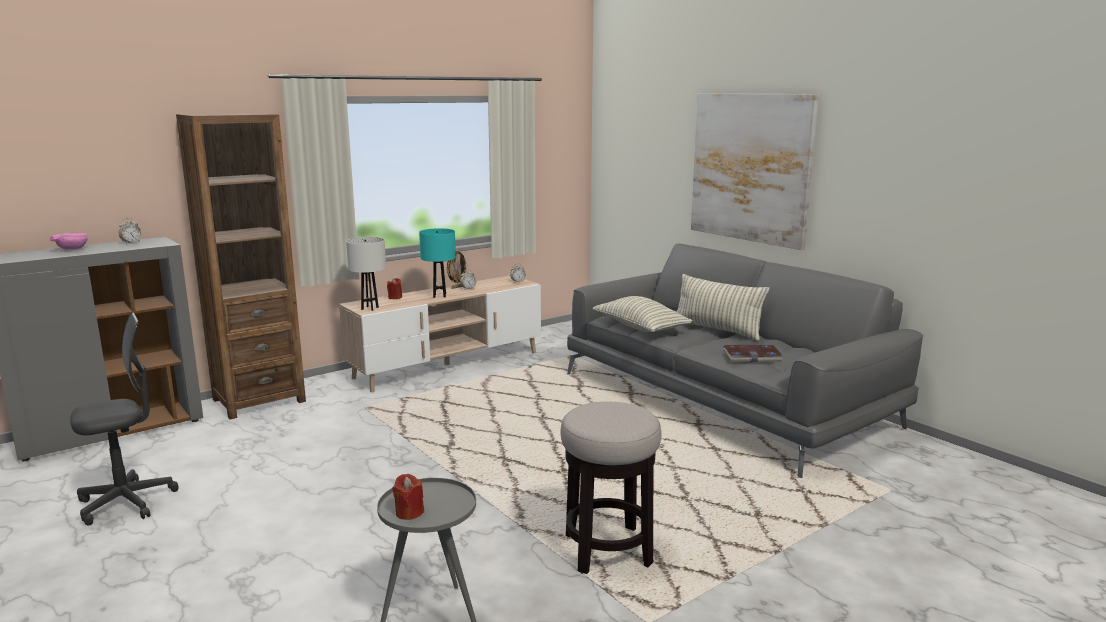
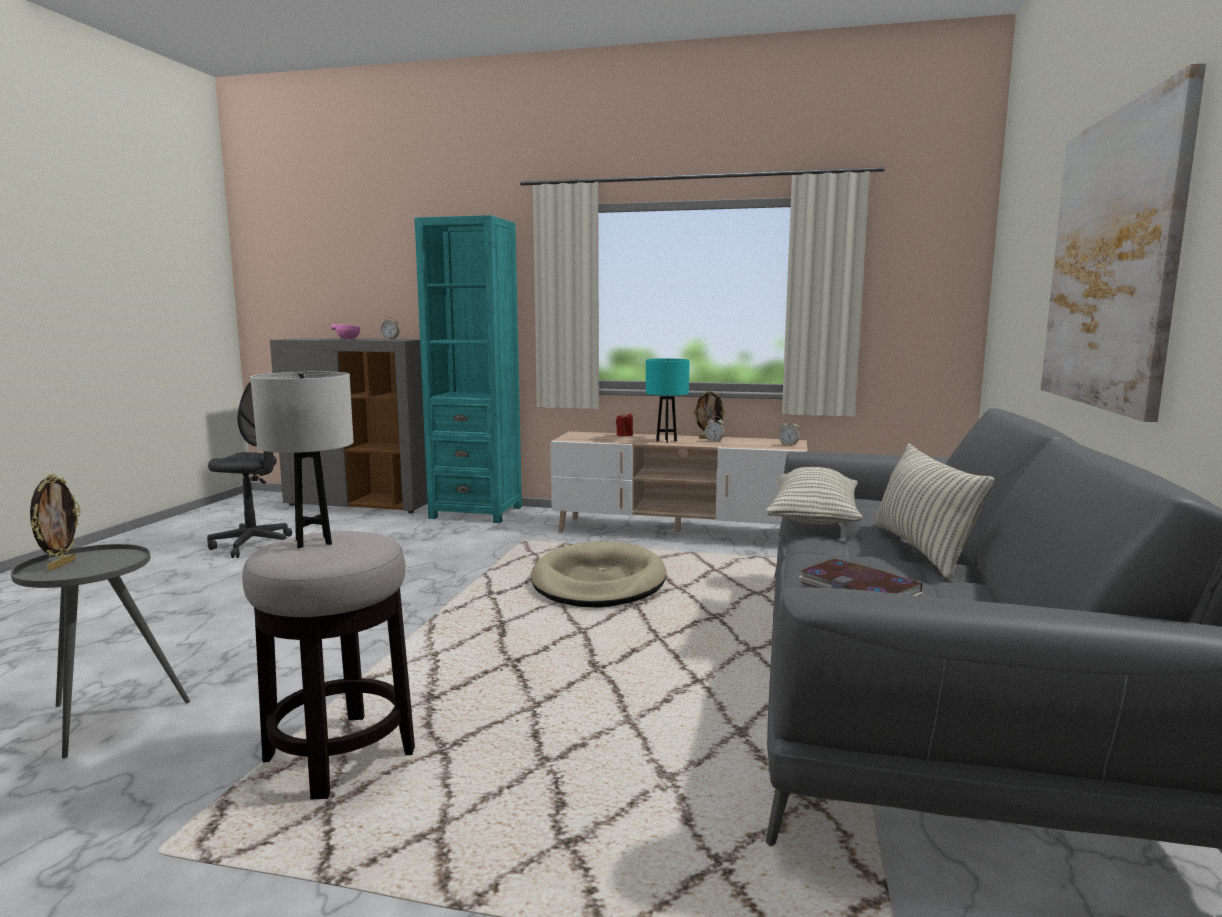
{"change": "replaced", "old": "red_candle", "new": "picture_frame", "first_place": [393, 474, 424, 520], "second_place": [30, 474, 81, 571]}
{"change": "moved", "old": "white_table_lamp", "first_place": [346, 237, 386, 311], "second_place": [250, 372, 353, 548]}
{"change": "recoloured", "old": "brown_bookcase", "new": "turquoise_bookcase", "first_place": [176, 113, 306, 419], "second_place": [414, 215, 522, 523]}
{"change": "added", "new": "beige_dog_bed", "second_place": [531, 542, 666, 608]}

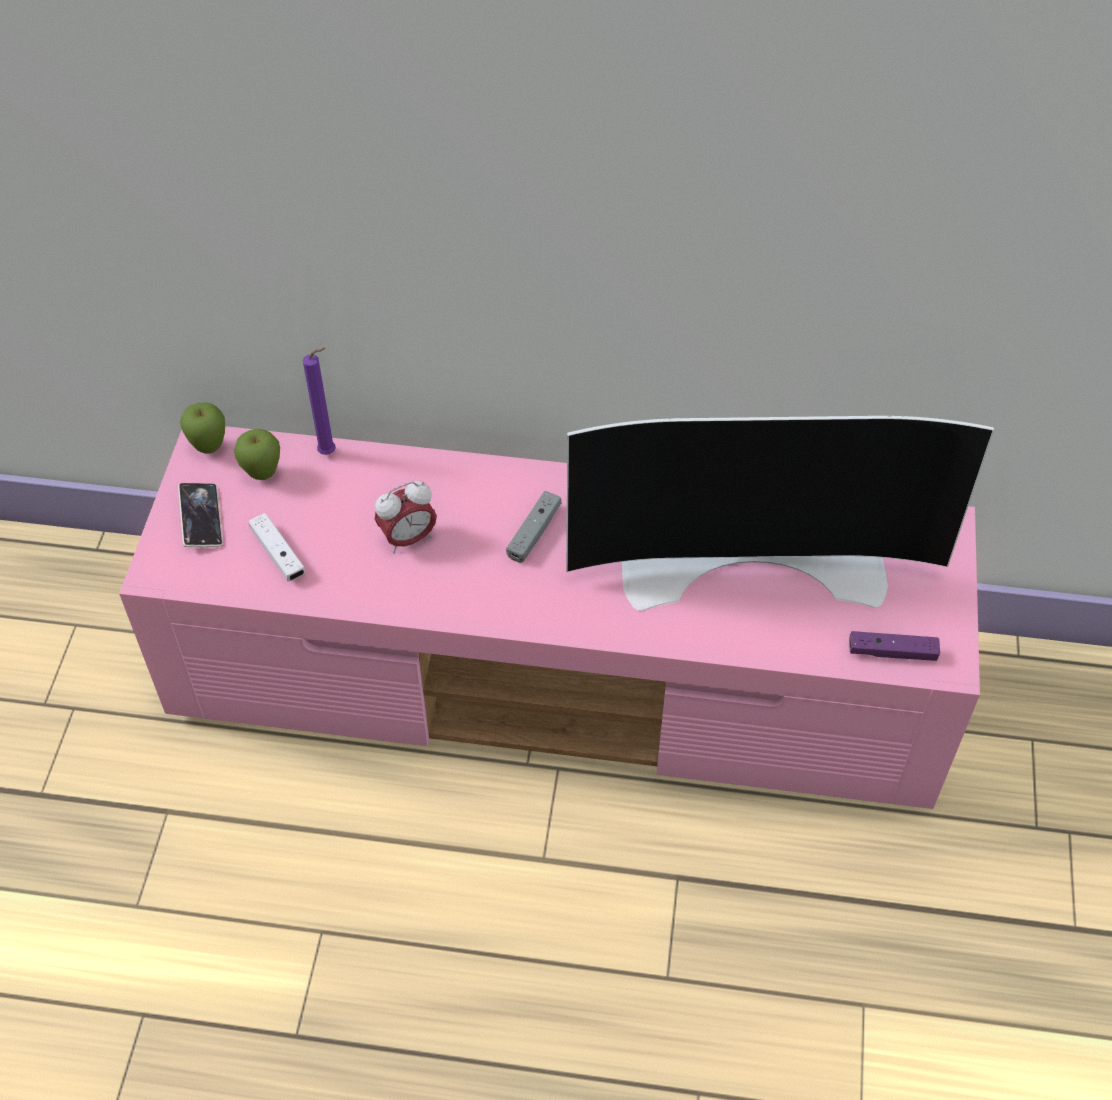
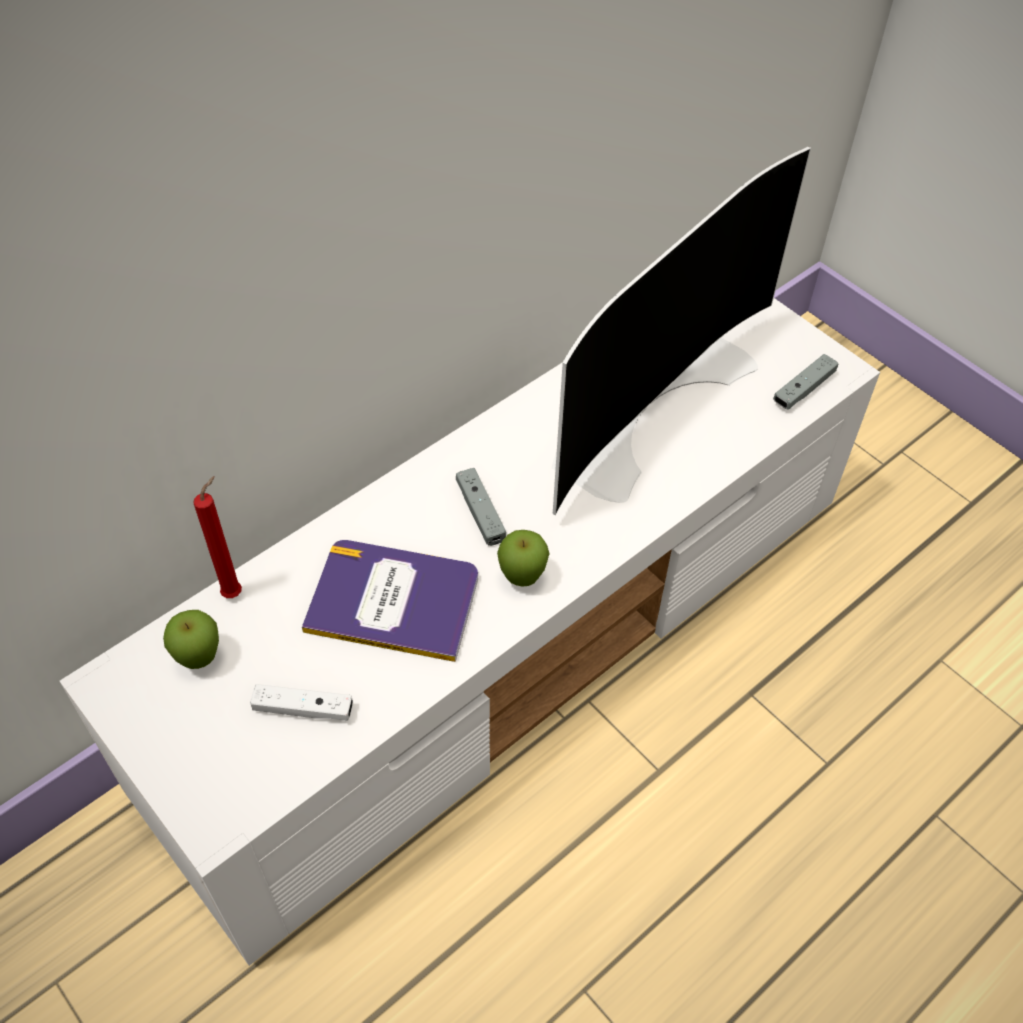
{"change": "recoloured", "old": "pink_tv_stand", "new": "white_tv_stand", "first_place": [119, 426, 980, 809], "second_place": [60, 298, 880, 966]}
{"change": "recoloured", "old": "purple_candle", "new": "red_candle", "first_place": [303, 348, 336, 455], "second_place": [193, 476, 242, 598]}
{"change": "replaced", "old": "alarm_clock", "new": "book", "first_place": [375, 481, 437, 553], "second_place": [302, 540, 478, 662]}
{"change": "moved", "old": "apple", "first_place": [180, 403, 225, 454], "second_place": [497, 530, 550, 587]}
{"change": "recoloured", "old": "purple_game_controller", "new": "grey_game_controller", "first_place": [849, 631, 940, 661], "second_place": [773, 354, 839, 410]}
{"change": "removed", "old": "phone", "first_place": [178, 483, 223, 547]}

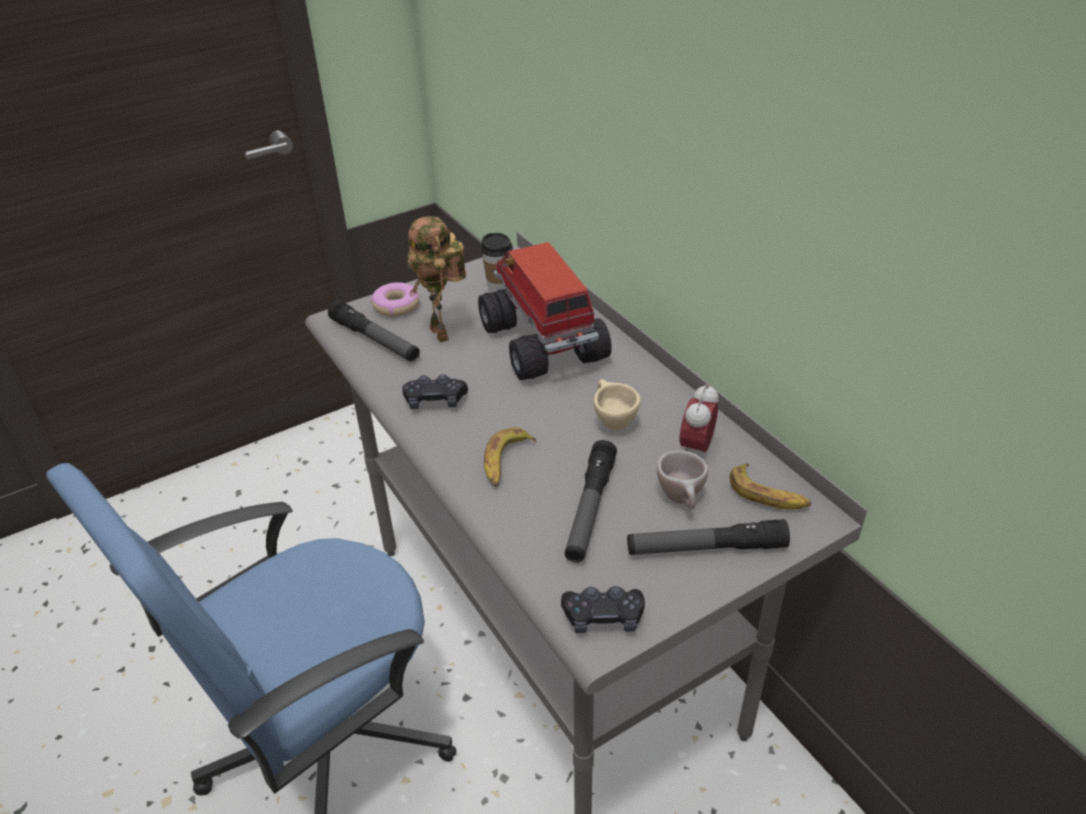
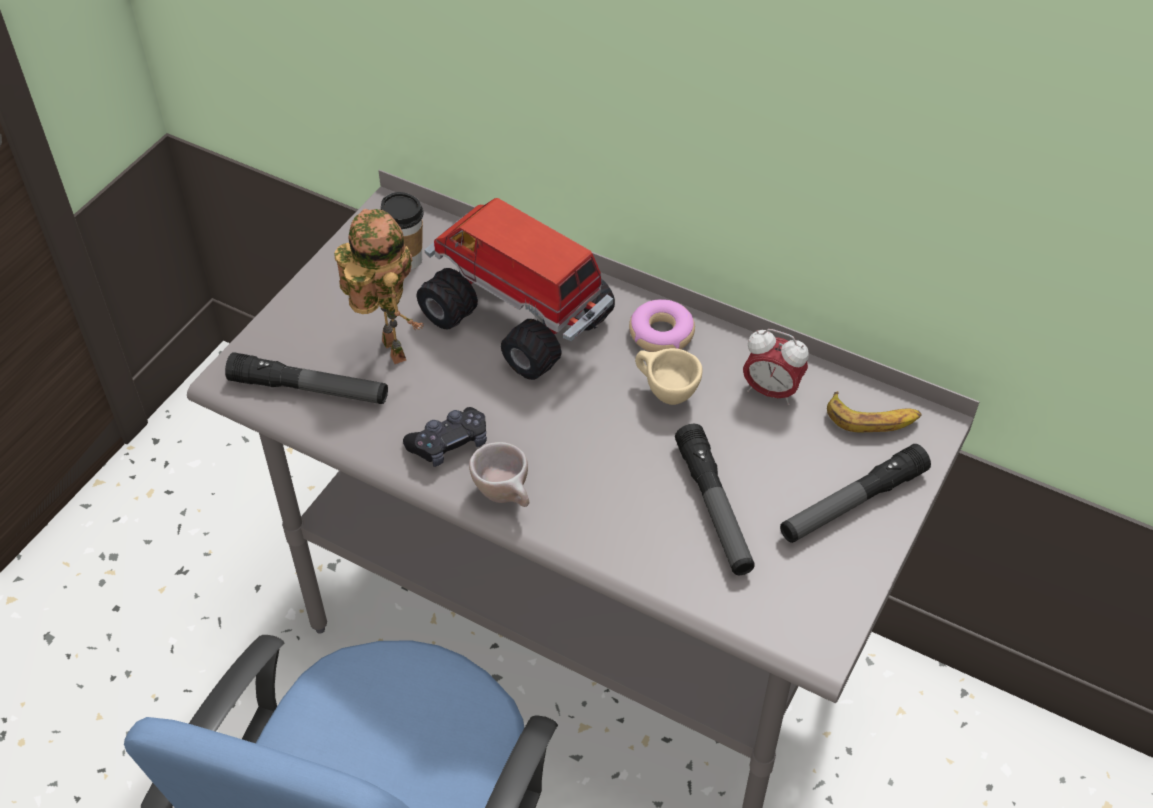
{"change": "turned", "old": "toy_robot", "first_place": [407, 216, 466, 343], "second_place": [334, 209, 424, 364], "degrees": -150}
{"change": "moved", "old": "beige_cup", "first_place": [657, 450, 708, 509], "second_place": [469, 442, 529, 507]}
{"change": "moved", "old": "donut", "first_place": [371, 282, 420, 317], "second_place": [629, 299, 695, 352]}
{"change": "turned", "old": "alarm_clock", "first_place": [679, 383, 718, 452], "second_place": [743, 329, 809, 405], "degrees": -60}
{"change": "removed", "old": "banana", "first_place": [484, 427, 536, 487]}
{"change": "removed", "old": "black_game_controller", "first_place": [561, 586, 645, 633]}

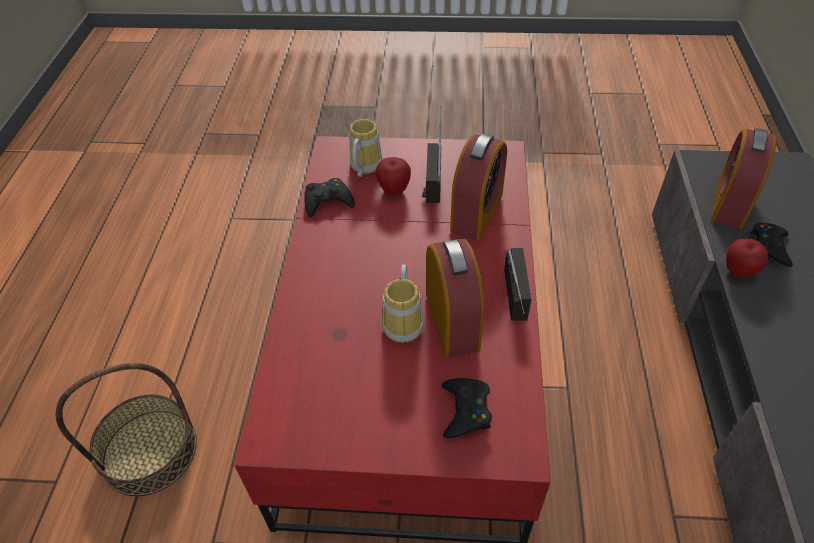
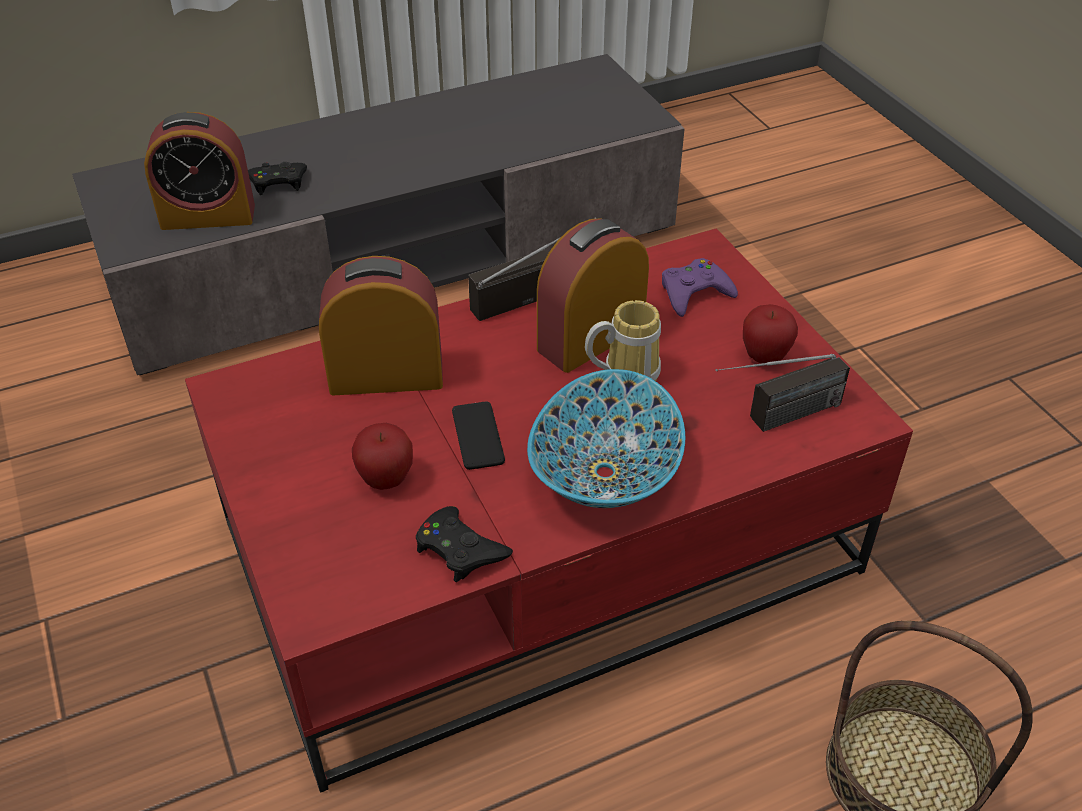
{"change": "added", "new": "phone", "second_place": [452, 402, 505, 470]}
{"change": "added", "new": "bowl", "second_place": [527, 369, 685, 508]}
{"change": "recoloured", "old": "black_game_controller", "new": "purple_game_controller", "first_place": [442, 378, 492, 438], "second_place": [662, 258, 738, 317]}
{"change": "moved", "old": "radio", "first_place": [422, 106, 441, 203], "second_place": [715, 354, 850, 432]}
{"change": "moved", "old": "apple", "first_place": [726, 239, 769, 278], "second_place": [743, 304, 798, 364]}
{"change": "removed", "old": "mug", "first_place": [349, 119, 383, 177]}

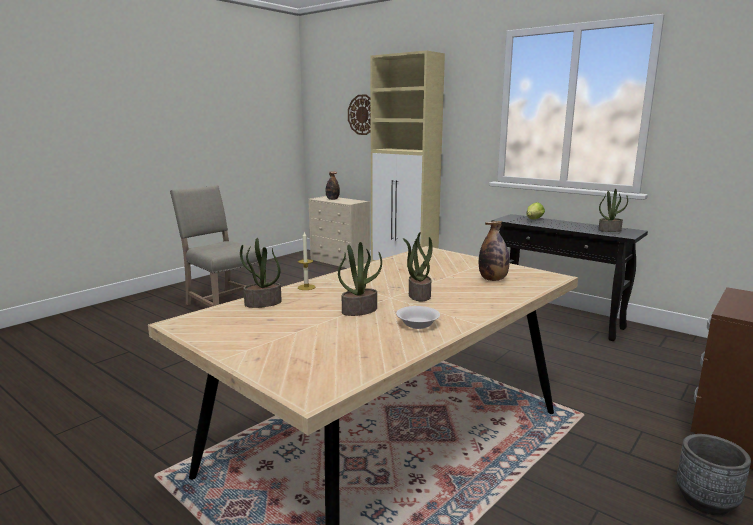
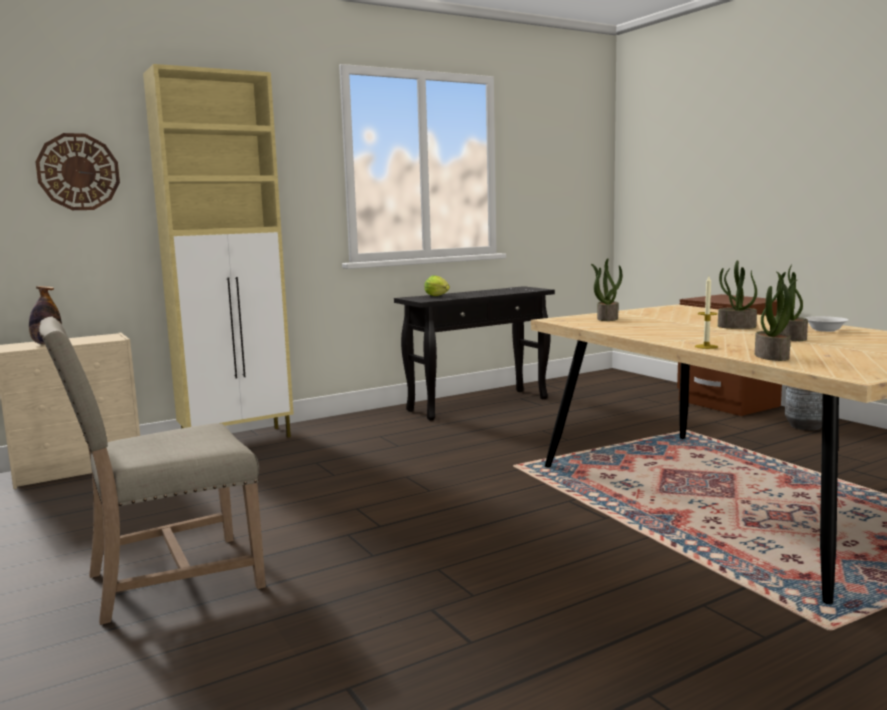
{"change": "moved", "old": "potted_plant", "first_place": [598, 189, 628, 232], "second_place": [591, 258, 622, 321]}
{"change": "removed", "old": "bottle", "first_place": [479, 221, 510, 281]}

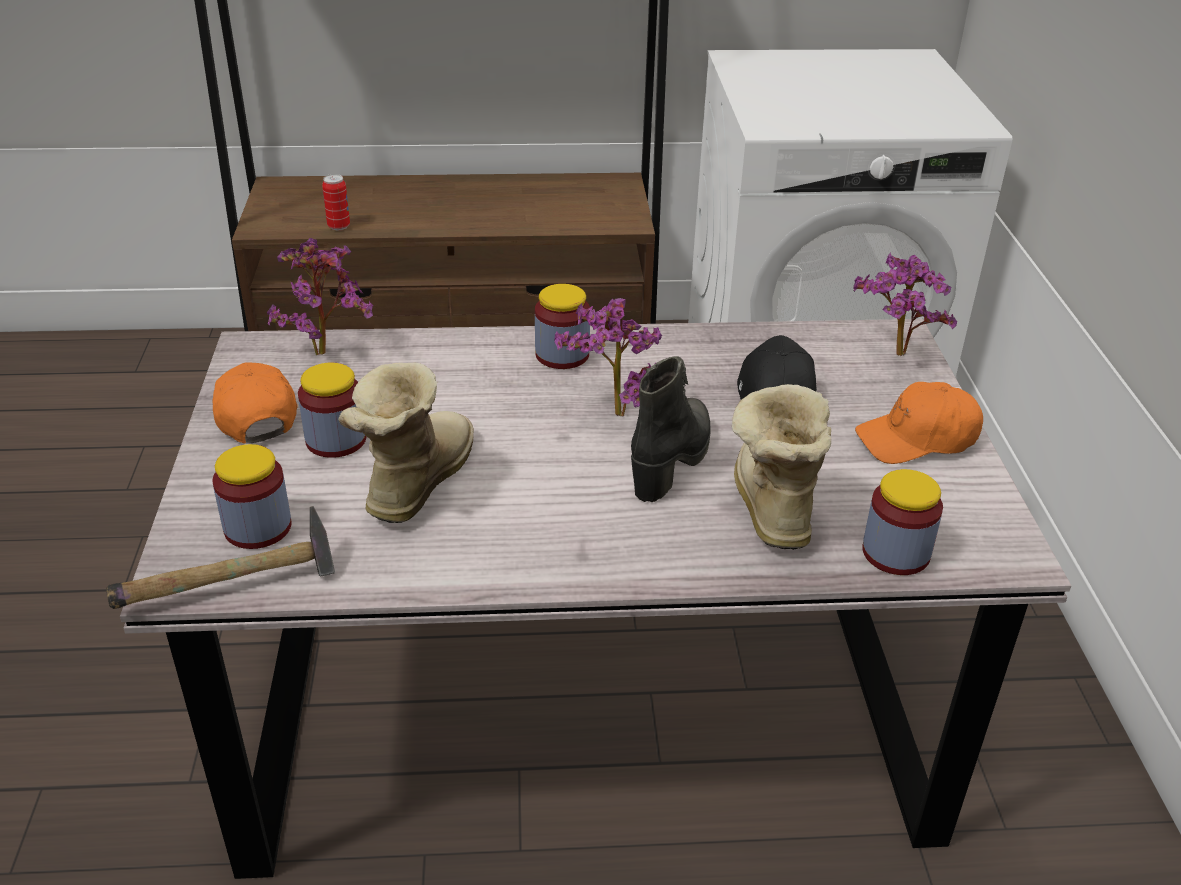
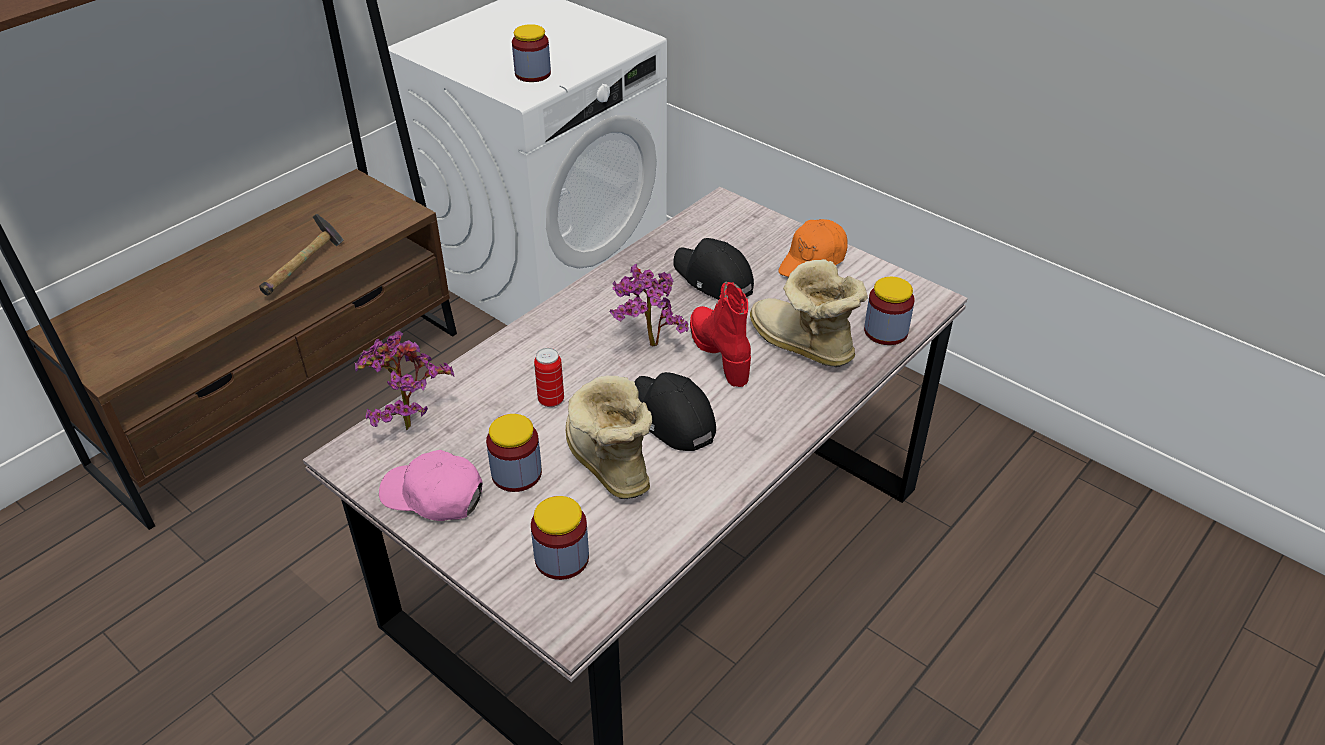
{"change": "moved", "old": "hammer", "first_place": [106, 506, 335, 609], "second_place": [259, 214, 344, 295]}
{"change": "recoloured", "old": "orange_cap", "new": "pink_cap", "first_place": [213, 362, 298, 444], "second_place": [379, 450, 482, 521]}
{"change": "moved", "old": "jar", "first_place": [535, 284, 590, 369], "second_place": [512, 24, 551, 82]}
{"change": "moved", "old": "can", "first_place": [322, 174, 350, 230], "second_place": [534, 348, 564, 407]}
{"change": "added", "new": "black_cap", "second_place": [635, 372, 716, 451]}
{"change": "recoloured", "old": "black_boot", "new": "red_boot", "first_place": [631, 356, 711, 502], "second_place": [690, 282, 751, 387]}
{"change": "removed", "old": "potted_plant", "first_place": [853, 252, 957, 356]}

